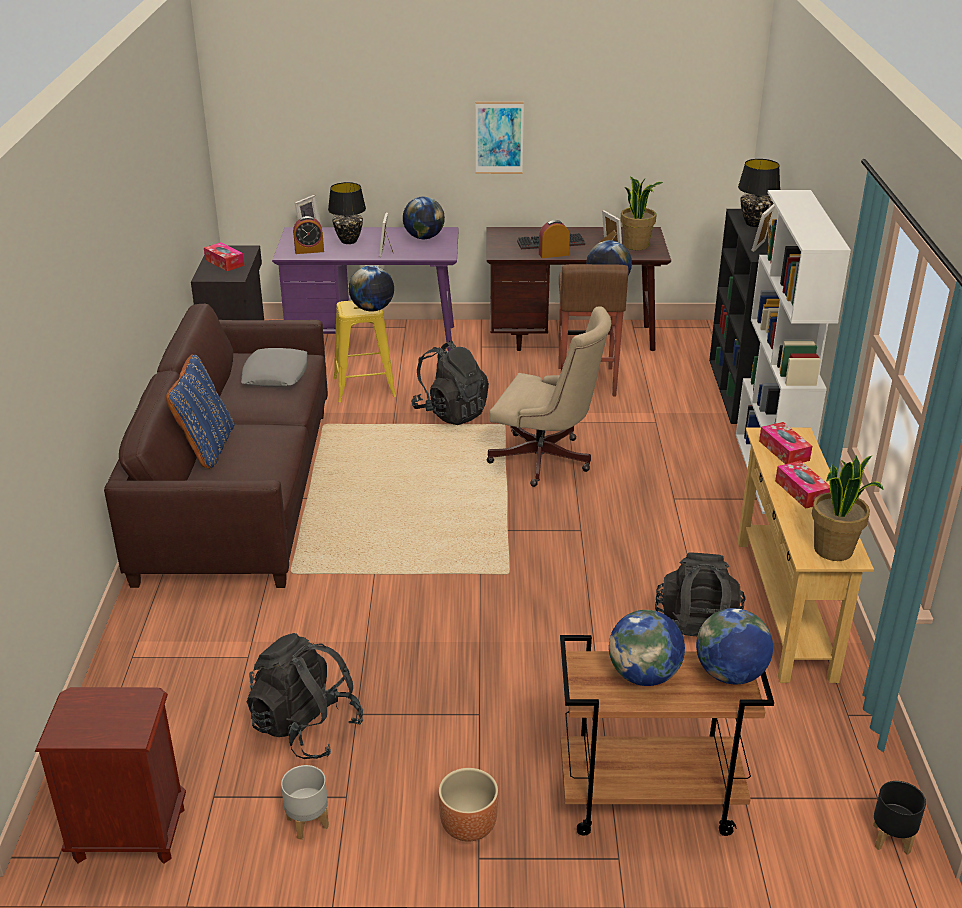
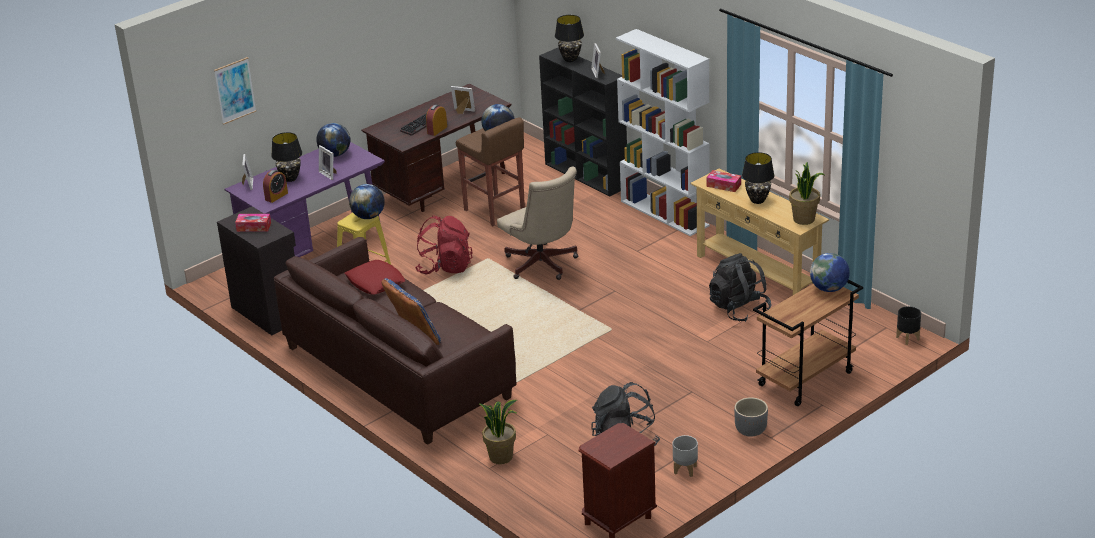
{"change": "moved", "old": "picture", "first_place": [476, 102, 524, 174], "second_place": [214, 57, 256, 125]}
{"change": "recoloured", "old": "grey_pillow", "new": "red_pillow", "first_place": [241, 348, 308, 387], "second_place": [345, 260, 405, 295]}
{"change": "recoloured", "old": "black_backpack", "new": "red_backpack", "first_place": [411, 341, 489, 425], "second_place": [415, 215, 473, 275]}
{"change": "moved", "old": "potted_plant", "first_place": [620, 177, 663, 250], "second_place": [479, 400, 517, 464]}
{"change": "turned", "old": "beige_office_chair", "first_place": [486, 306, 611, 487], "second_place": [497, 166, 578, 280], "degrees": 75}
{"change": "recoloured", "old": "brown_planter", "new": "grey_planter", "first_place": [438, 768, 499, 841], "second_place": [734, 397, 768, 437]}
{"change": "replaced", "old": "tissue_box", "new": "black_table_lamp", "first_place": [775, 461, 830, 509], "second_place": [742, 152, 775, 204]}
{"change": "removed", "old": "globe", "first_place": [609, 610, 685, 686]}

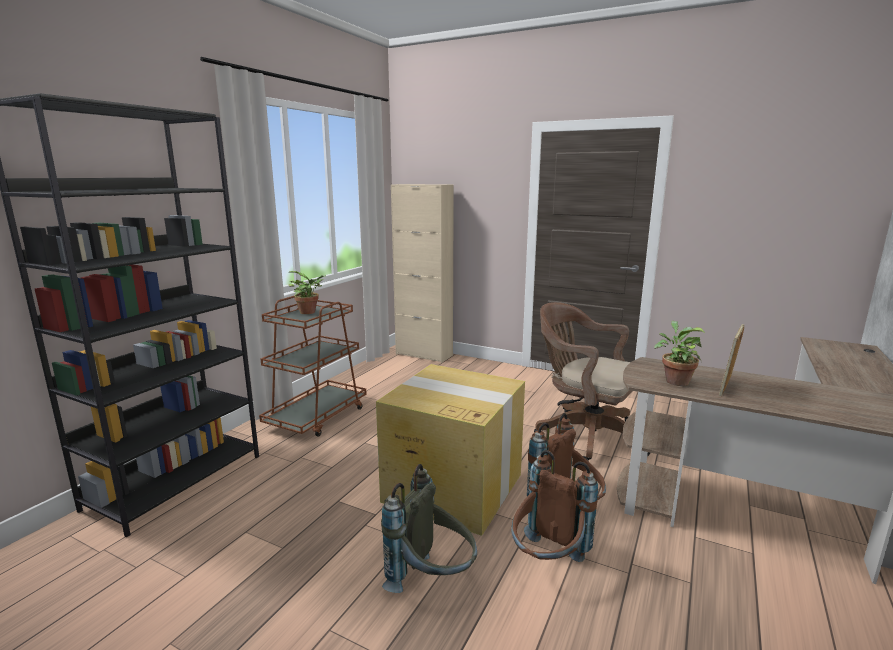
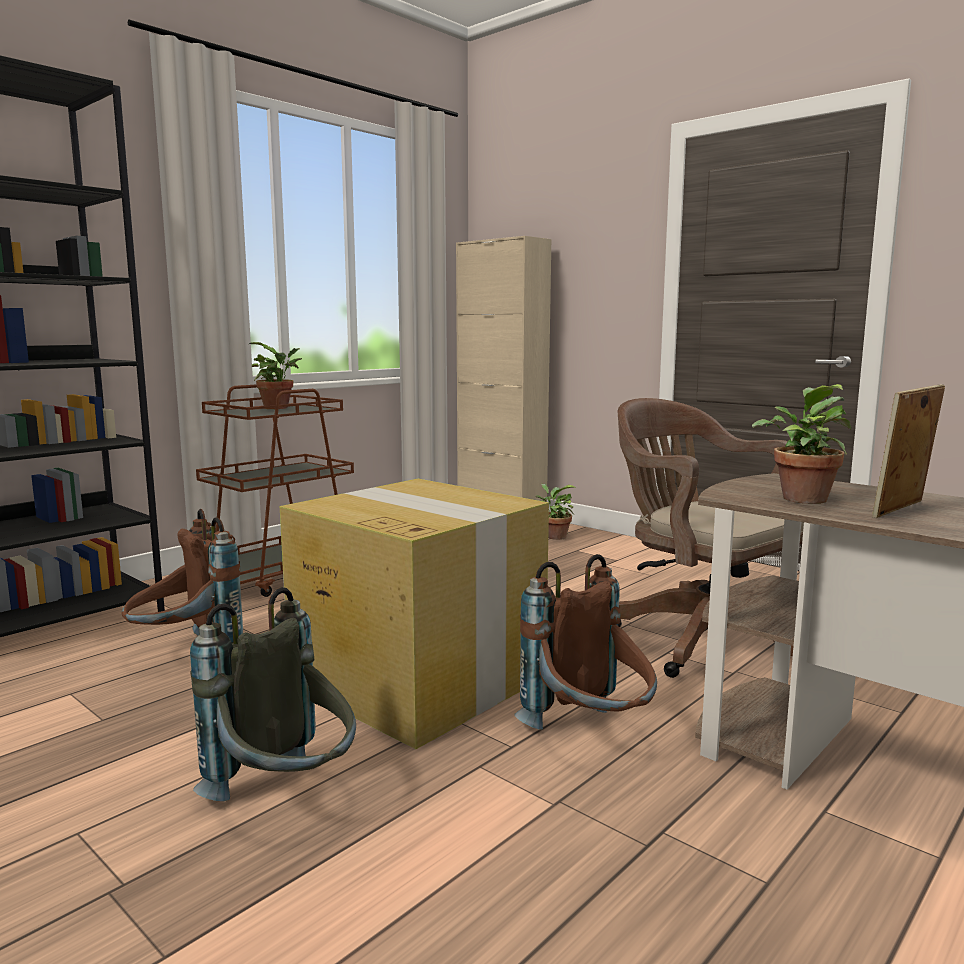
{"change": "moved", "old": "brown_backpack", "first_place": [511, 450, 598, 562], "second_place": [121, 509, 243, 643]}
{"change": "added", "new": "potted_plant", "second_place": [536, 484, 576, 540]}

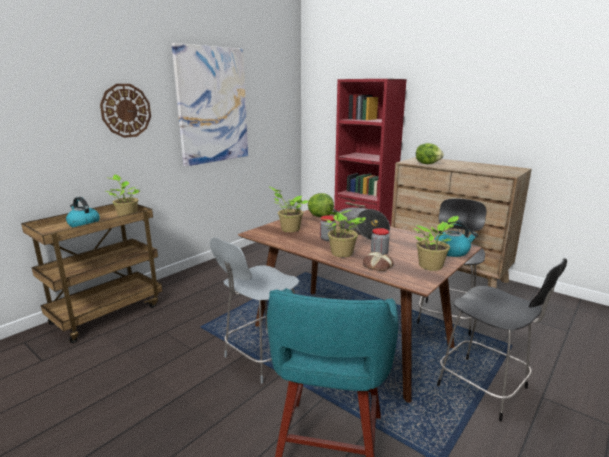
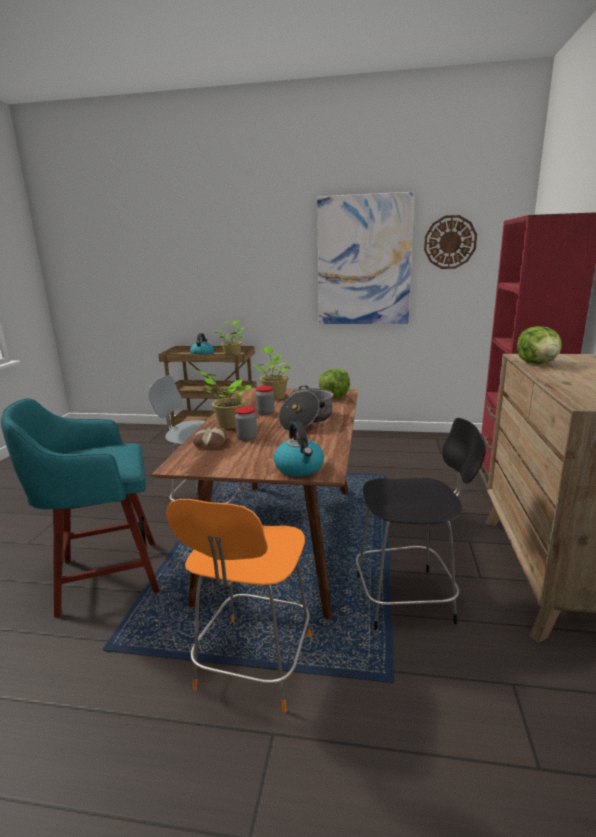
{"change": "recoloured", "old": "black_chair", "new": "orange_chair", "first_place": [437, 258, 567, 422], "second_place": [166, 499, 311, 712]}
{"change": "moved", "old": "wall_clock", "first_place": [100, 84, 151, 138], "second_place": [424, 215, 477, 269]}
{"change": "removed", "old": "potted_plant", "first_place": [413, 216, 459, 271]}

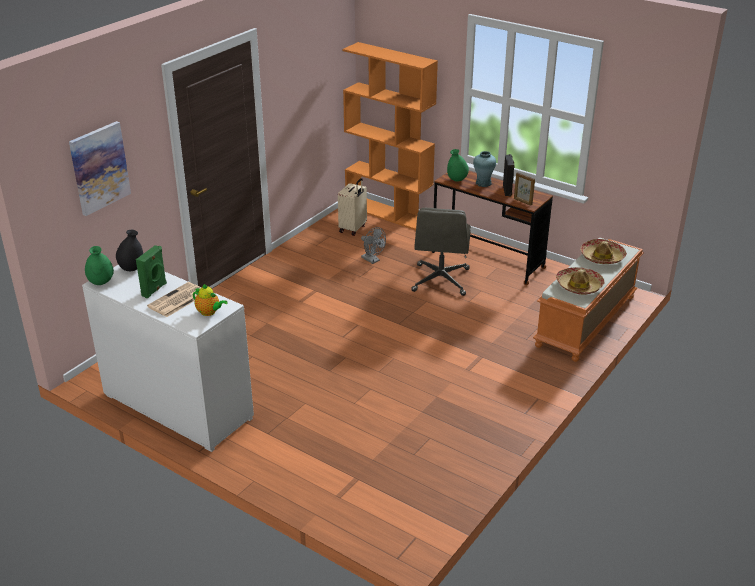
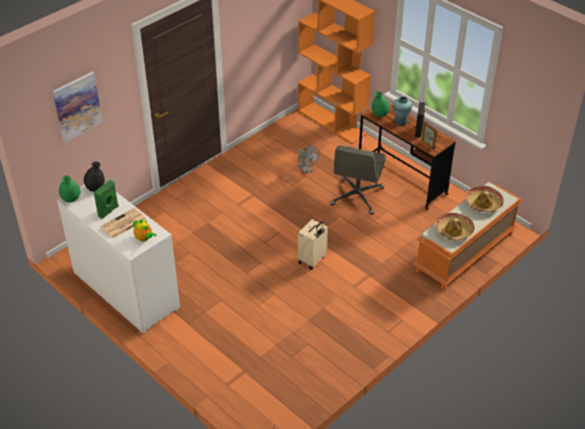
{"change": "moved", "old": "beige_suitcase", "first_place": [338, 178, 367, 236], "second_place": [298, 219, 328, 270]}

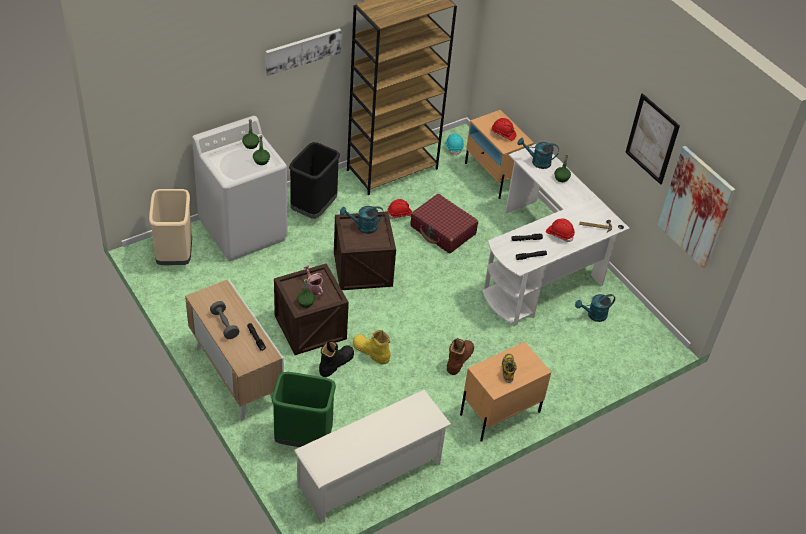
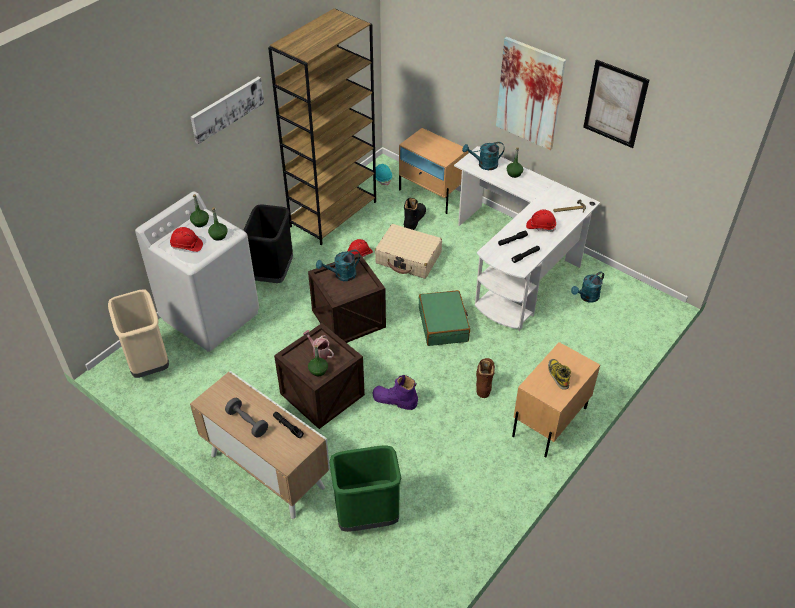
{"change": "moved", "old": "red_hard_hat", "first_place": [491, 118, 516, 141], "second_place": [170, 227, 203, 252]}
{"change": "recoloured", "old": "yellow_boot", "new": "purple_boot", "first_place": [353, 330, 391, 365], "second_place": [372, 375, 418, 410]}
{"change": "recoloured", "old": "red_suitcase", "new": "beige_suitcase", "first_place": [410, 194, 478, 253], "second_place": [375, 224, 442, 279]}
{"change": "moved", "old": "black_boot", "first_place": [319, 341, 354, 377], "second_place": [404, 198, 426, 230]}
{"change": "added", "new": "green_suitcase", "second_place": [418, 290, 470, 346]}
{"change": "moved", "old": "picture", "first_place": [658, 146, 735, 269], "second_place": [496, 37, 566, 150]}
{"change": "removed", "old": "white_shoe_rack", "first_place": [294, 390, 452, 523]}

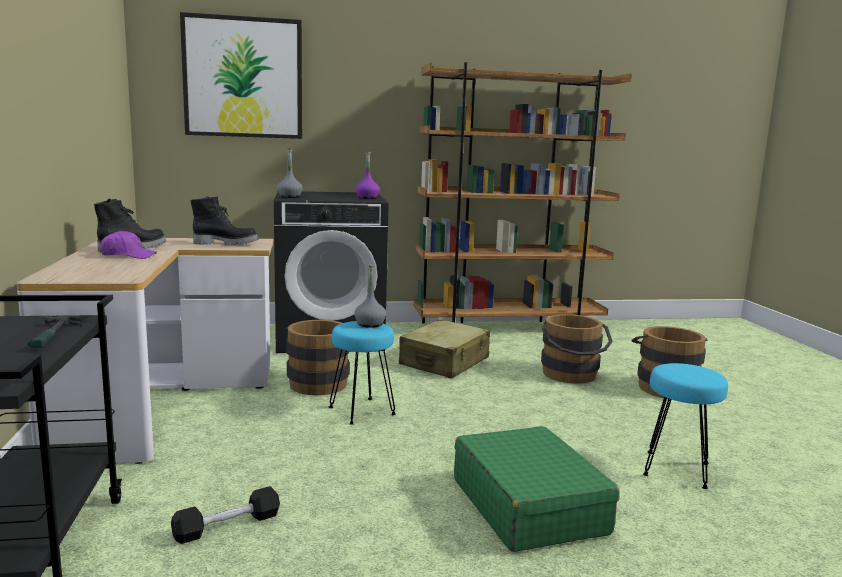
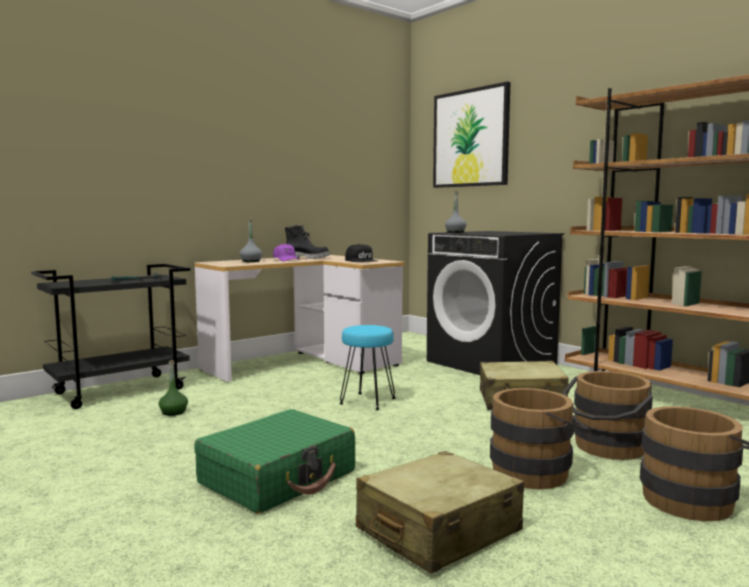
{"change": "replaced", "old": "black_dumbbell", "new": "green_bottle", "first_place": [171, 486, 280, 544], "second_place": [159, 360, 188, 416]}
{"change": "moved", "old": "grey_bottle", "first_place": [354, 264, 386, 328], "second_place": [240, 219, 262, 262]}
{"change": "replaced", "old": "black_boot", "new": "black_cap", "first_place": [191, 196, 259, 245], "second_place": [345, 244, 378, 262]}
{"change": "replaced", "old": "turquoise_stool", "new": "beige_suitcase", "first_place": [643, 363, 728, 489], "second_place": [356, 451, 524, 574]}
{"change": "moved", "old": "brown_bucket", "first_place": [285, 320, 350, 395], "second_place": [490, 388, 590, 489]}
{"change": "removed", "old": "purple_bottle", "first_place": [355, 150, 380, 199]}

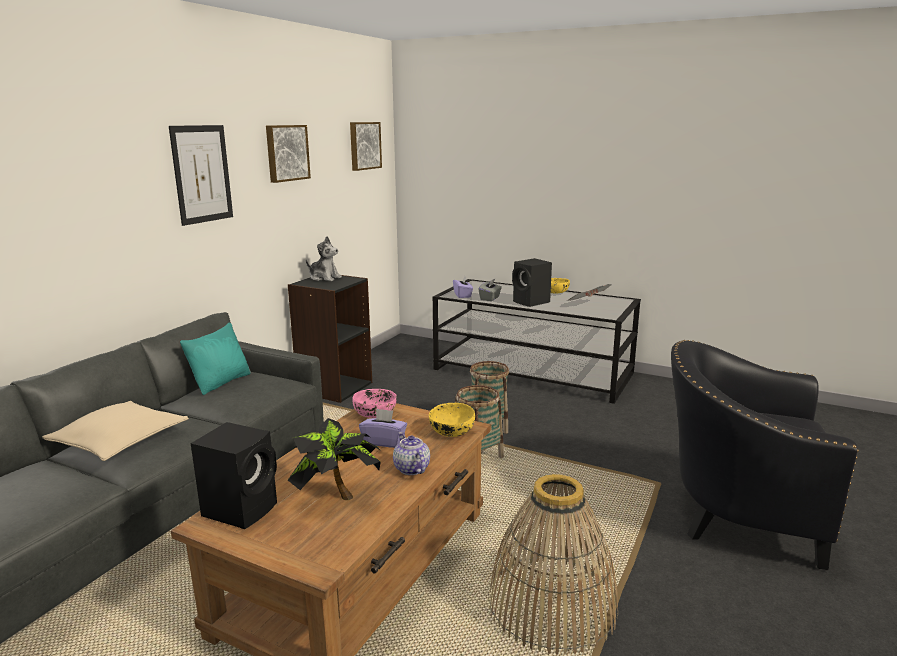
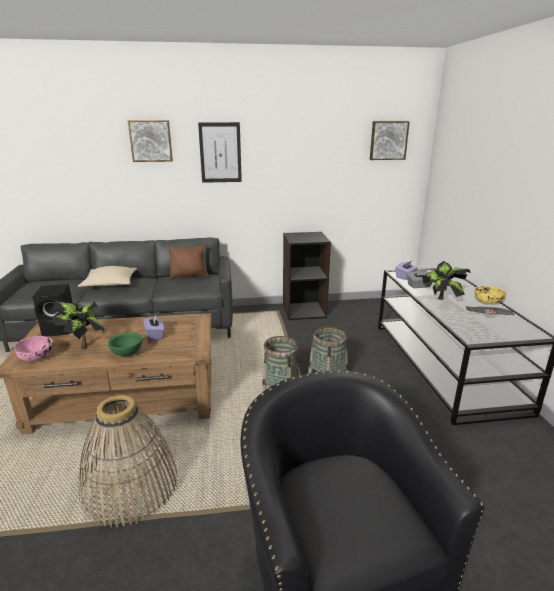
{"change": "moved", "old": "pink_bowl", "first_place": [352, 389, 397, 418], "second_place": [14, 336, 53, 361]}
{"change": "replaced", "old": "teapot", "new": "green_bowl", "first_place": [393, 432, 430, 475], "second_place": [108, 332, 142, 356]}
{"change": "moved", "old": "picture", "first_place": [266, 125, 311, 183], "second_place": [128, 120, 173, 162]}
{"change": "recoloured", "old": "turquoise_pillow", "new": "brown_pillow", "first_place": [180, 322, 251, 395], "second_place": [168, 244, 208, 278]}
{"change": "replaced", "old": "black_speaker", "new": "potted_plant", "first_place": [512, 258, 552, 307], "second_place": [422, 261, 471, 300]}
{"change": "removed", "old": "plush_toy", "first_place": [306, 236, 342, 281]}
{"change": "removed", "old": "yellow_bowl", "first_place": [429, 403, 475, 437]}

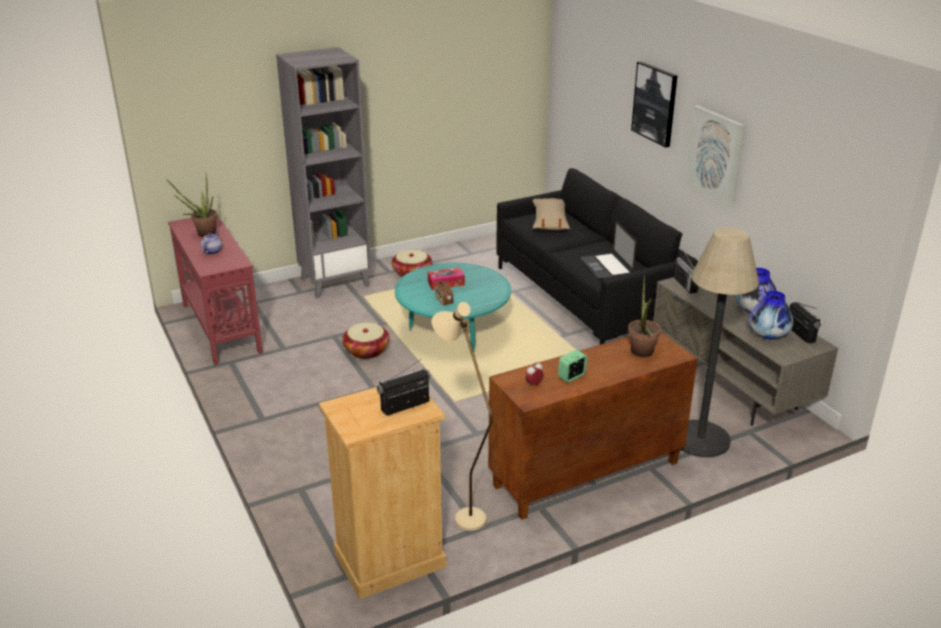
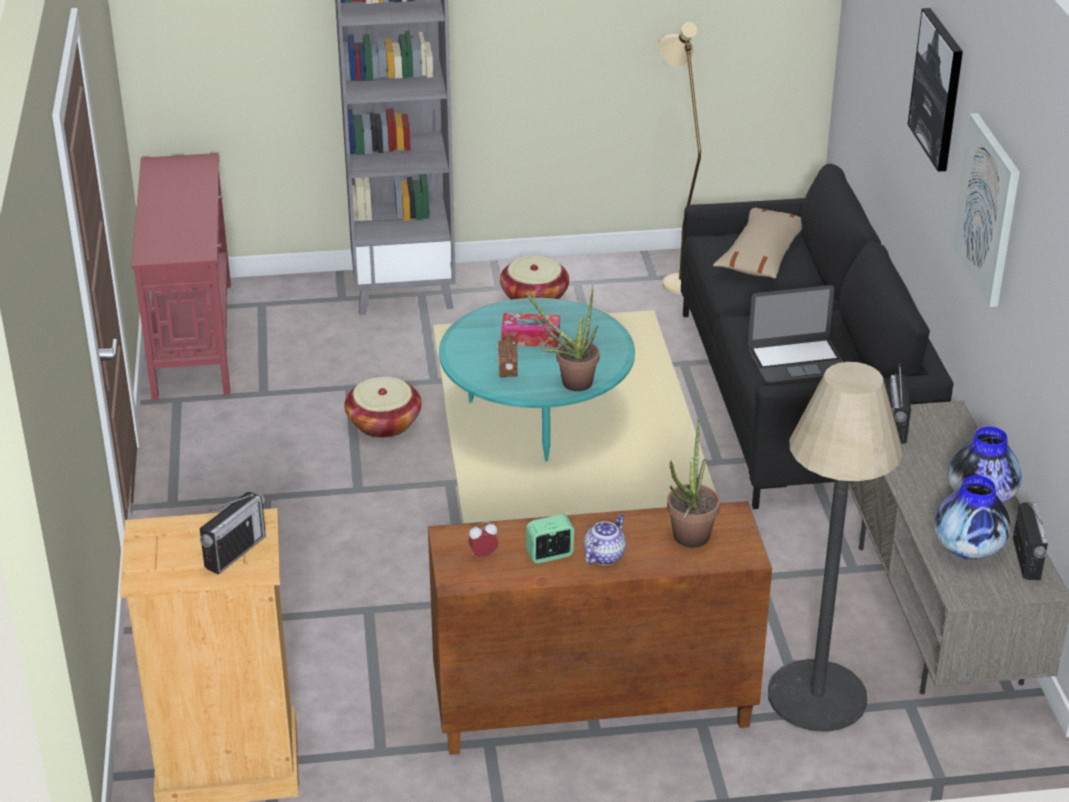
{"change": "turned", "old": "radio", "first_place": [377, 359, 431, 416], "second_place": [200, 492, 266, 575], "degrees": 135}
{"change": "moved", "old": "potted_plant", "first_place": [167, 174, 218, 237], "second_place": [525, 285, 600, 391]}
{"change": "moved", "old": "teapot", "first_place": [201, 232, 222, 255], "second_place": [584, 514, 626, 565]}
{"change": "moved", "old": "beige_floor_lamp", "first_place": [432, 302, 493, 531], "second_place": [659, 22, 701, 295]}
{"change": "turned", "old": "laptop", "first_place": [581, 221, 637, 279], "second_place": [748, 285, 843, 383], "degrees": -105}

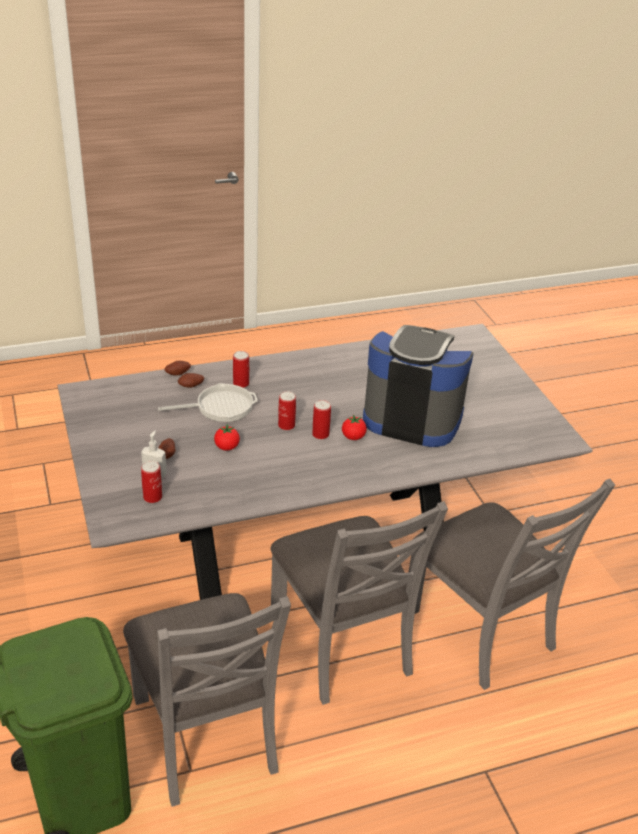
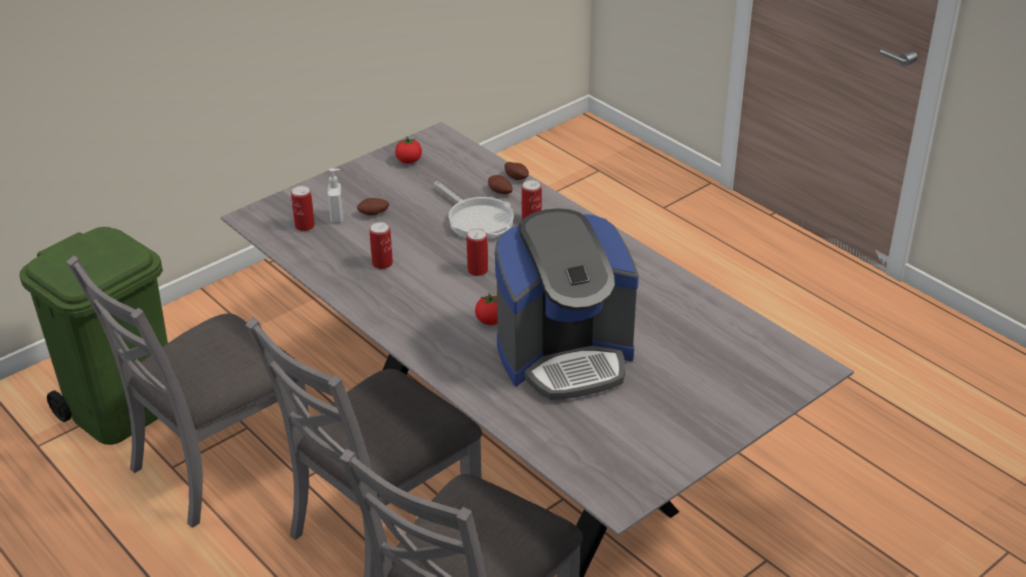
{"change": "moved", "old": "can", "first_place": [312, 400, 331, 439], "second_place": [370, 222, 393, 269]}
{"change": "moved", "old": "tomato", "first_place": [214, 424, 240, 451], "second_place": [395, 137, 422, 164]}
{"change": "turned", "old": "coffee_machine", "first_place": [363, 325, 474, 447], "second_place": [495, 208, 639, 400], "degrees": 75}

